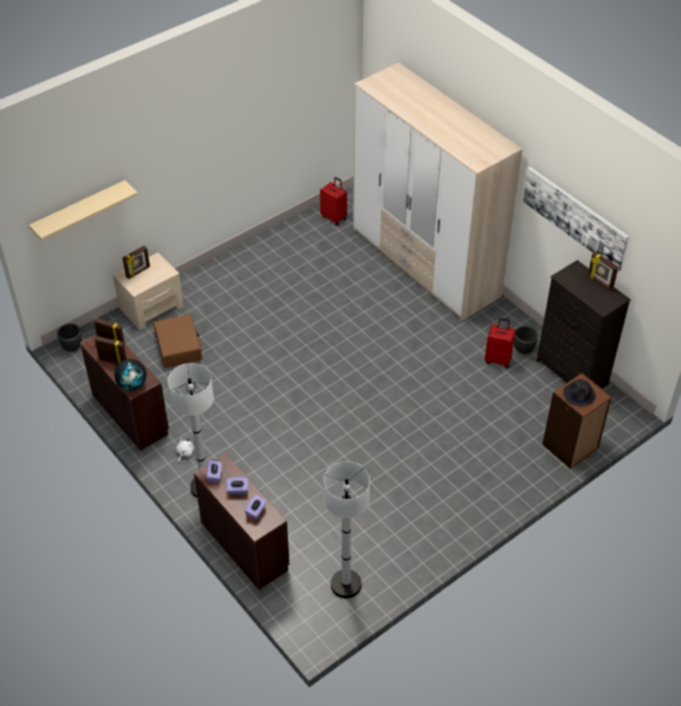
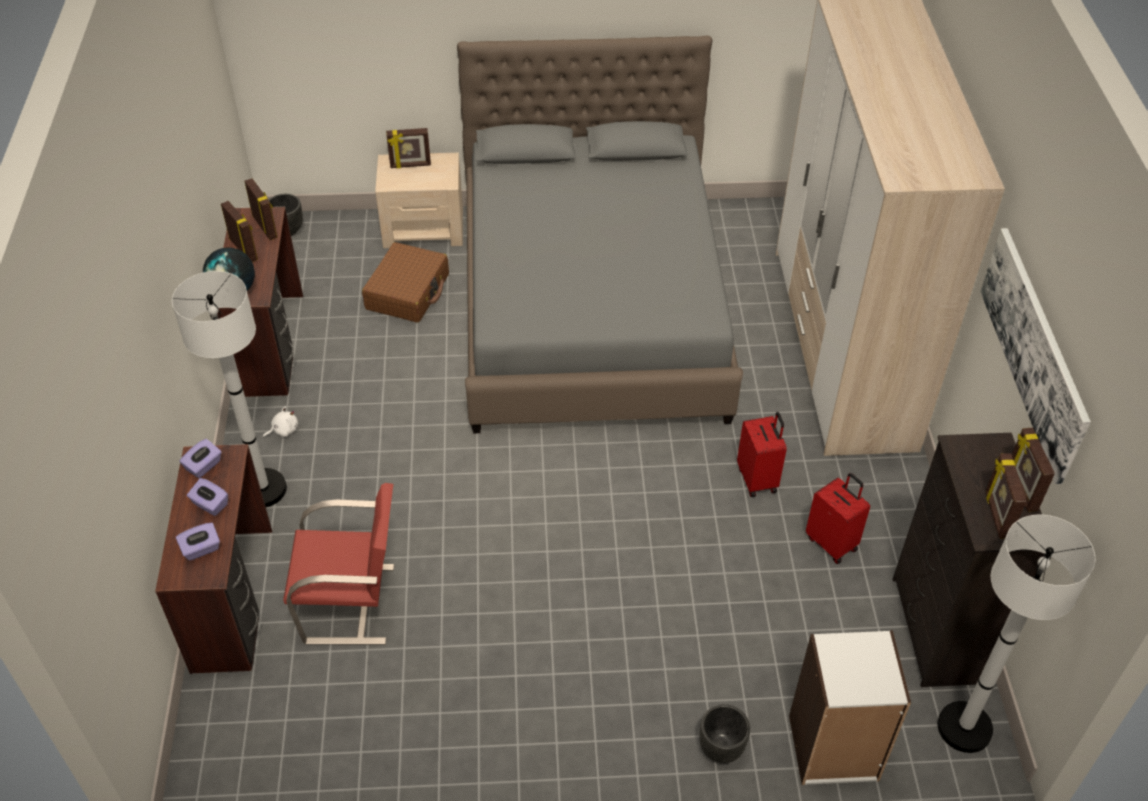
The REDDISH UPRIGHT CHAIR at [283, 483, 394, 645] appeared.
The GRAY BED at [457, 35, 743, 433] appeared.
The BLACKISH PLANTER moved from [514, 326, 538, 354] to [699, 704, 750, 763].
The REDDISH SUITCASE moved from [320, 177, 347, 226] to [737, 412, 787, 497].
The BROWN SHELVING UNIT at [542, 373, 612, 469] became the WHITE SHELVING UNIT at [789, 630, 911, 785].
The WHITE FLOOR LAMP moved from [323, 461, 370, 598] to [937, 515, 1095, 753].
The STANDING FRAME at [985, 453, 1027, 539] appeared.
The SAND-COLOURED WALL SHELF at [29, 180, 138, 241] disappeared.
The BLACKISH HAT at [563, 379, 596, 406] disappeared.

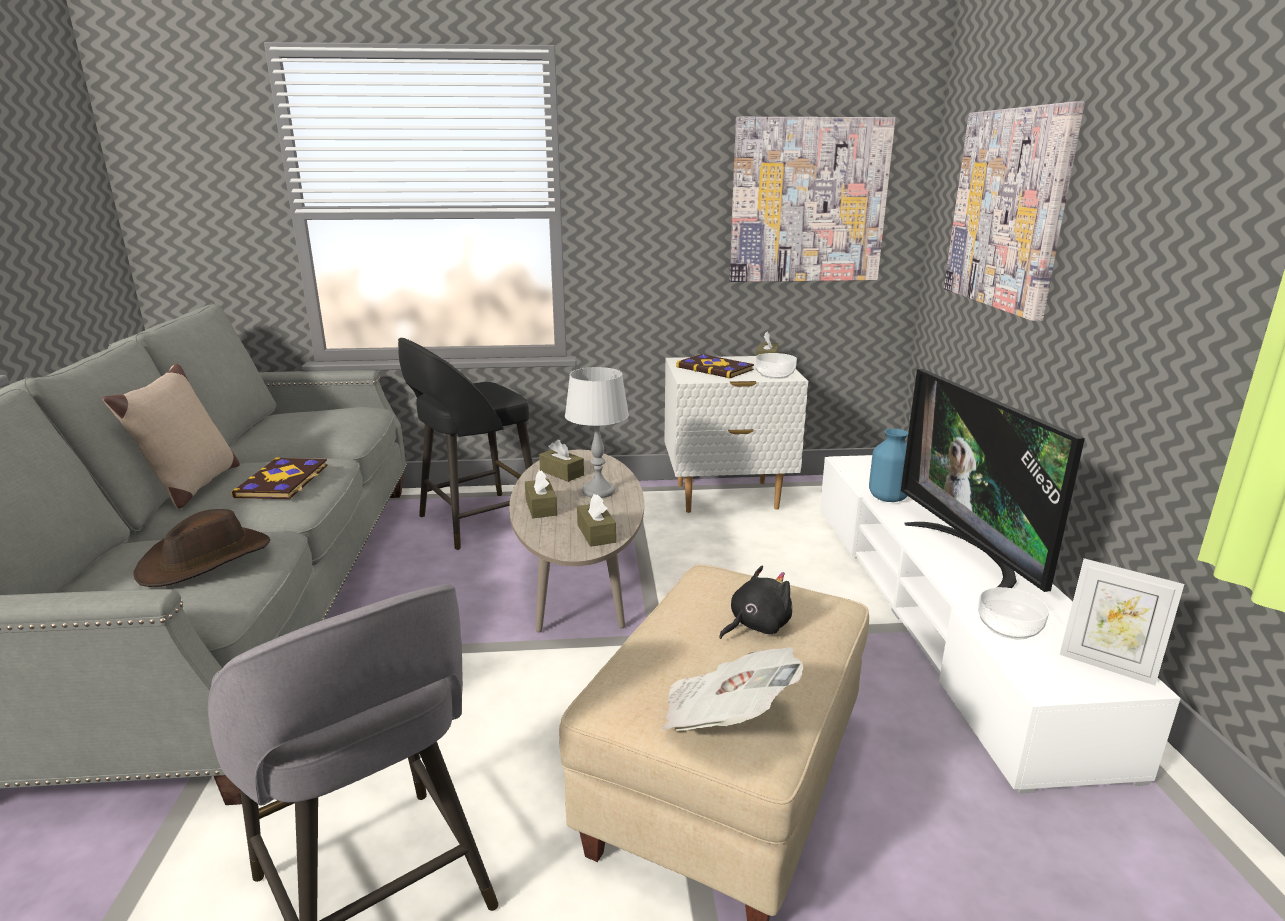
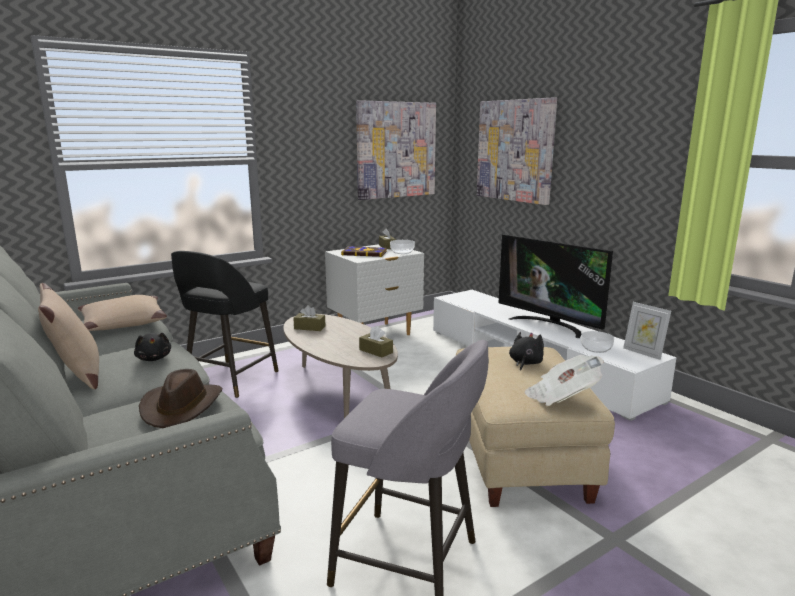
The SAND-COLOURED THROW PILLOW at [78, 295, 167, 331] appeared.
The VOLUME at [231, 457, 328, 499] was replaced by the BLACKISH CUDDLY TOY at [134, 333, 171, 361].
The STANDING FRAME at [1060, 558, 1184, 685] turned 45 degrees clockwise.
The BROWN TISSUE BOX at [525, 470, 557, 518] disappeared.
The GRAY TABLE LAMP at [565, 367, 629, 498] disappeared.
The BLUE DECORATIVE VASE at [869, 428, 908, 502] disappeared.

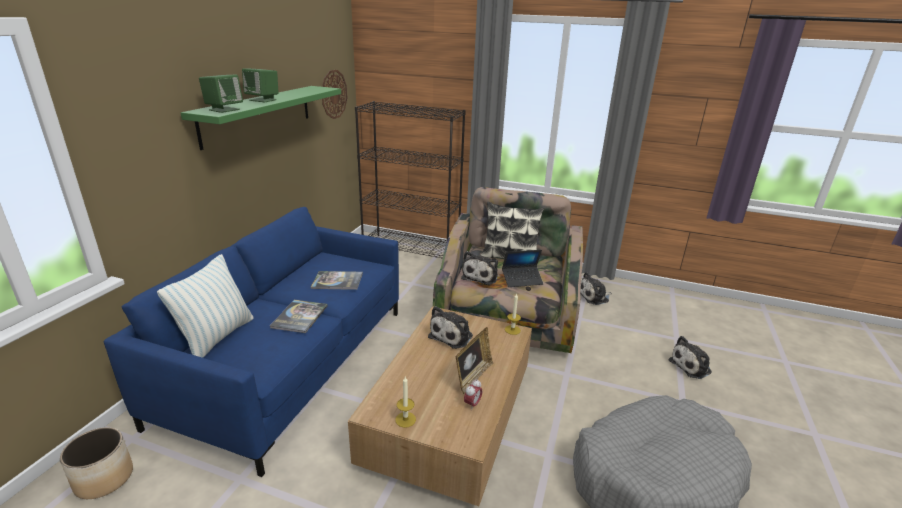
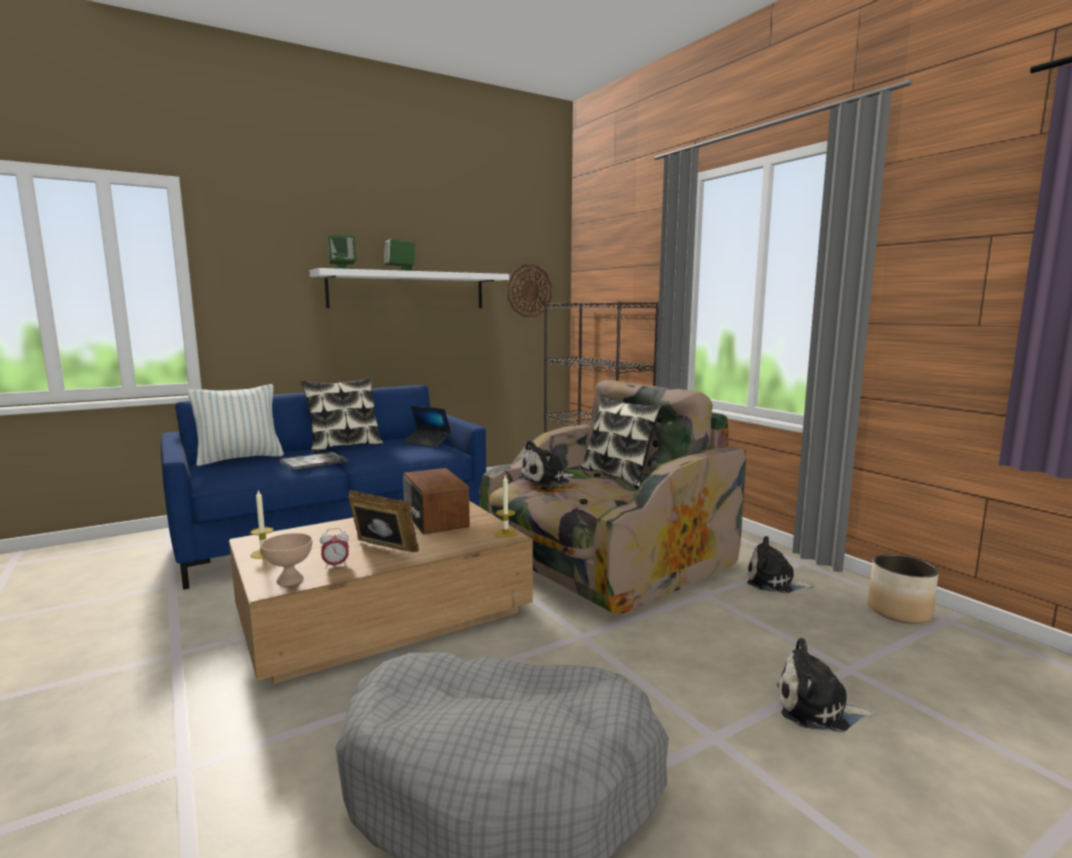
The SAND-COLOURED DEEP DISH at [261, 533, 312, 586] appeared.
The THROW PILLOW at [301, 376, 383, 453] appeared.
The GREEN-COLOURED WALL SHELF at [181, 86, 341, 150] became the WHITE WALL SHELF at [310, 268, 509, 308].
The STANDING FRAME at [456, 327, 494, 394] turned 135 degrees counterclockwise.
The LAPTOP moved from [502, 250, 544, 287] to [402, 406, 451, 447].
The CUDDLY TOY at [428, 306, 473, 349] was replaced by the RADIO RECEIVER at [403, 468, 470, 534].
The PLANTER moved from [60, 427, 133, 499] to [868, 554, 939, 624].
The VOLUME at [311, 271, 363, 290] disappeared.

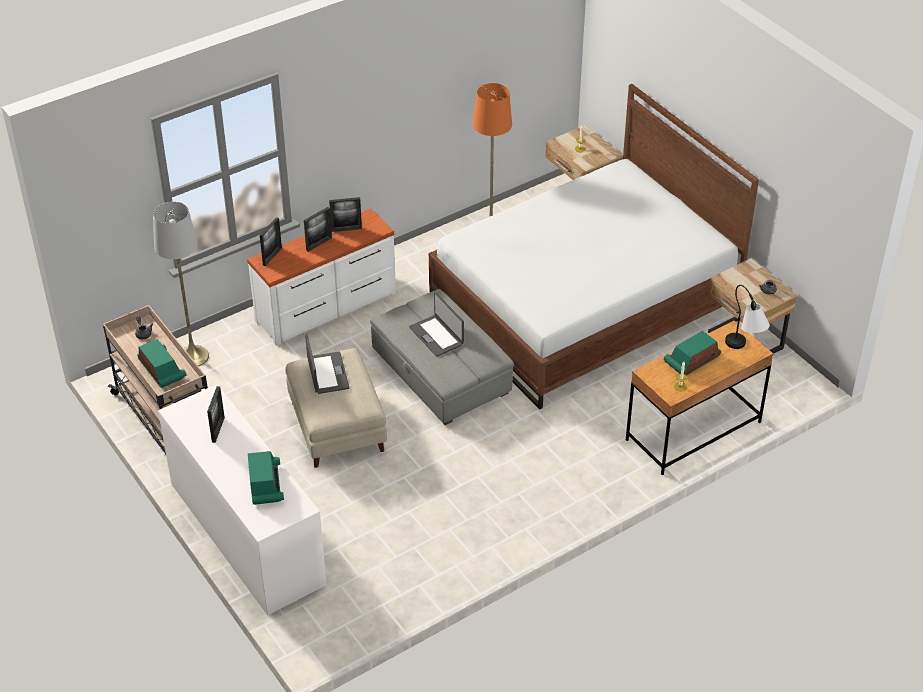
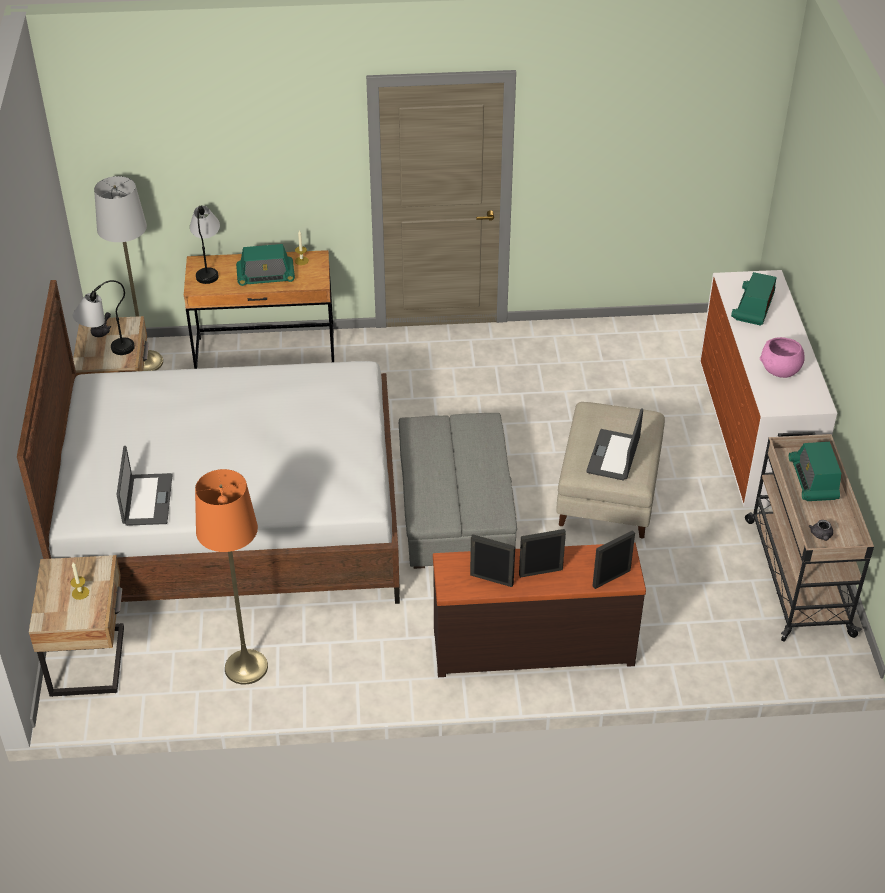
The TABLE LAMP at [73, 280, 135, 355] appeared.
The GRAY FLOOR LAMP moved from [153, 202, 209, 366] to [94, 176, 163, 371].
The LAPTOP moved from [409, 292, 464, 357] to [116, 446, 173, 526].
The WHITE CHEST OF DRAWERS at [247, 208, 396, 346] became the BROWN CHEST OF DRAWERS at [433, 543, 646, 677].
The STANDING FRAME at [207, 386, 225, 443] was replaced by the PINK DEEP DISH at [760, 337, 805, 378].

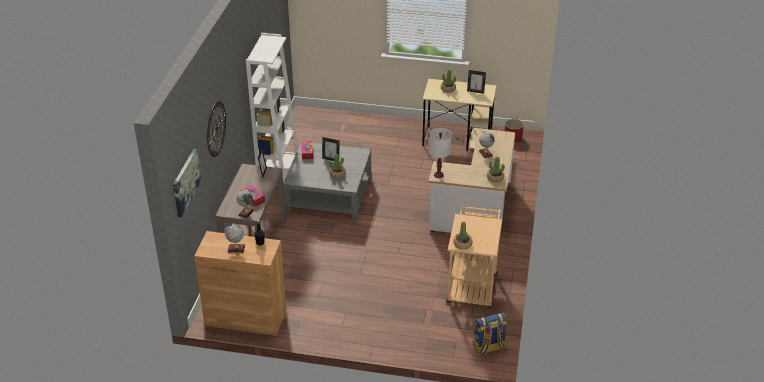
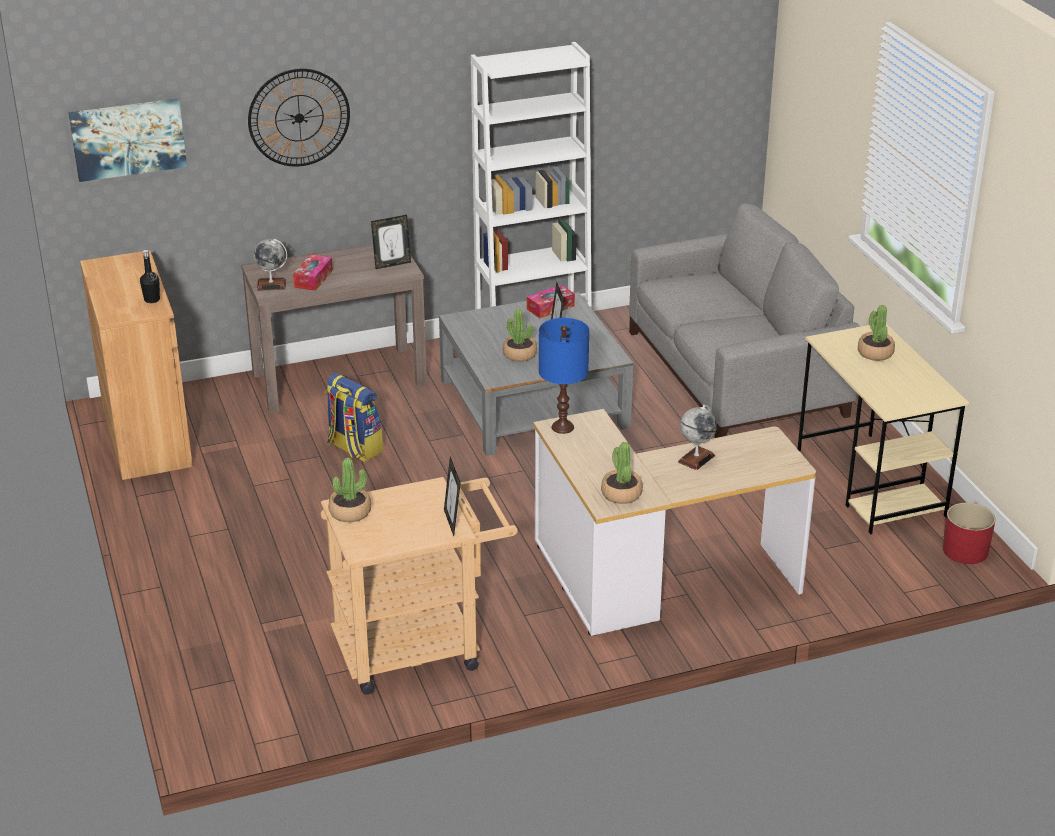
The BACKPACK moved from [473, 313, 507, 355] to [325, 373, 383, 462].
The STANDING FRAME moved from [467, 70, 486, 94] to [444, 457, 460, 536].
The WHITE TABLE LAMP at [429, 128, 452, 178] became the BLUE TABLE LAMP at [539, 318, 589, 434].
The GRAY SETTEE at [629, 203, 860, 438] appeared.
The DESK GLOBE at [224, 225, 245, 253] disappeared.

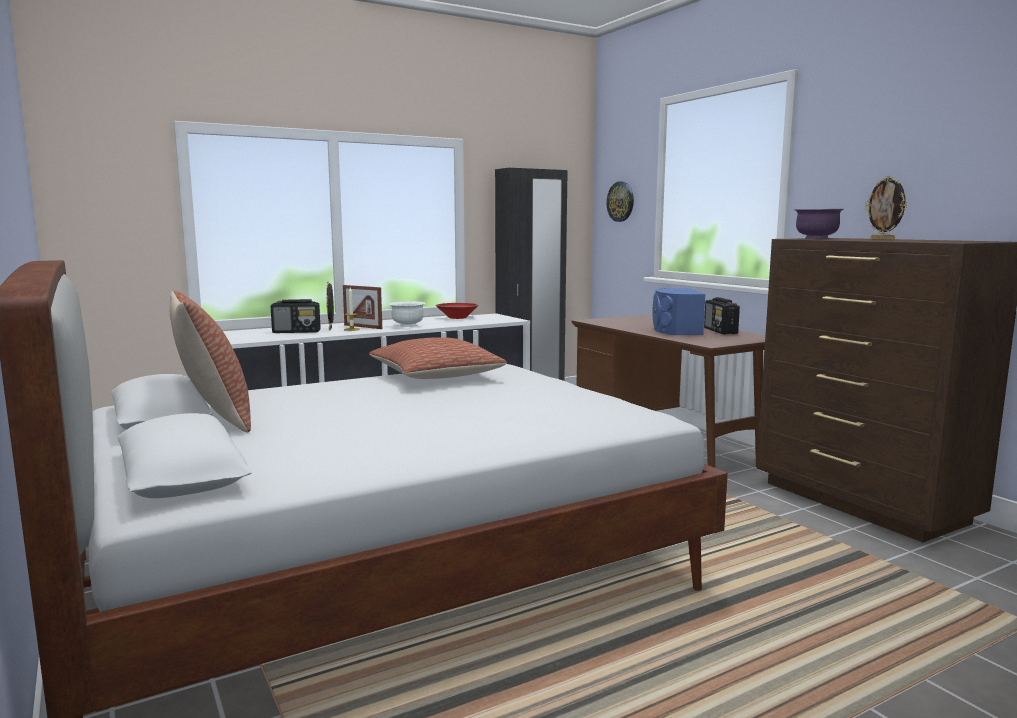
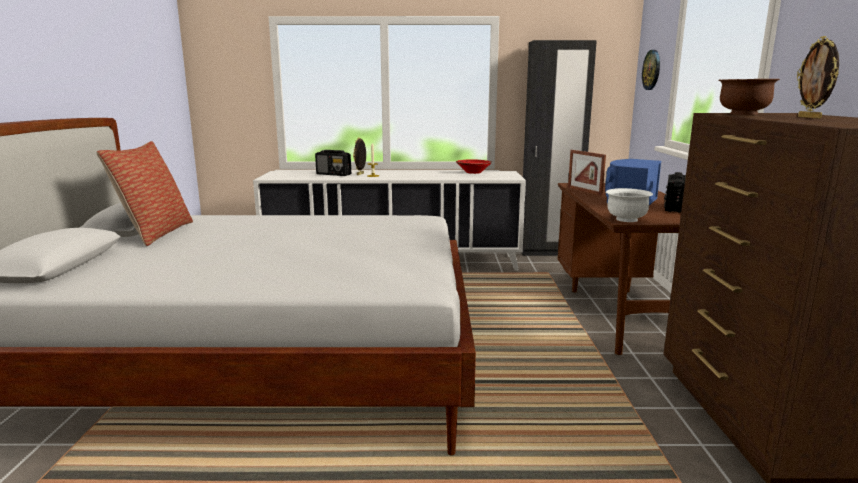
The STANDING FRAME moved from [343, 285, 382, 329] to [568, 150, 606, 195].
The WHITE DEEP DISH moved from [389, 301, 426, 327] to [606, 188, 653, 222].
The PURPLE DEEP DISH at [795, 209, 844, 239] became the BROWN DEEP DISH at [719, 79, 780, 115].
The THROW PILLOW at [369, 337, 507, 379] disappeared.

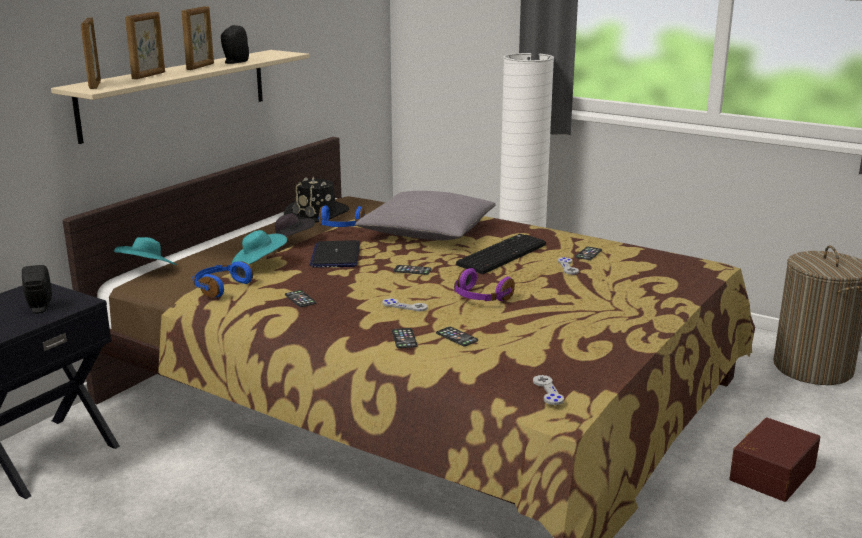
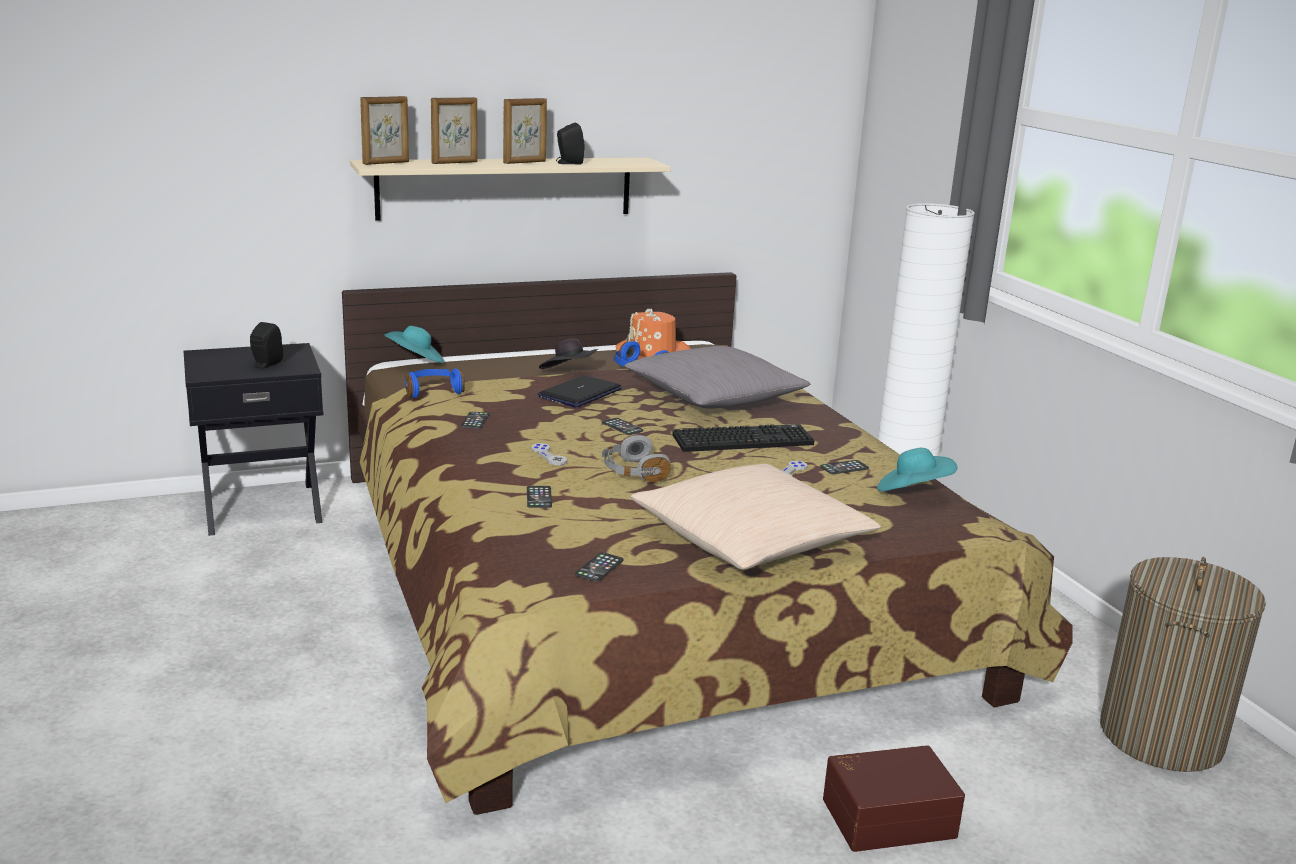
The STANDING FRAME at [81, 18, 101, 89] turned 150 degrees counterclockwise.
The TELEPHONE moved from [392, 328, 418, 348] to [575, 552, 624, 582].
The PURPLE HEADPHONES at [454, 268, 515, 301] became the GRAY HEADPHONES at [602, 435, 671, 482].
The BLACKISH HAT at [284, 177, 349, 223] became the ORANGE HAT at [616, 308, 690, 360].
The SAND-COLOURED THROW PILLOW at [630, 464, 881, 570] appeared.
The BLUE-GREEN HAT moved from [232, 230, 287, 265] to [877, 448, 958, 491].
The GRAY JOYPAD at [533, 375, 564, 405] disappeared.

